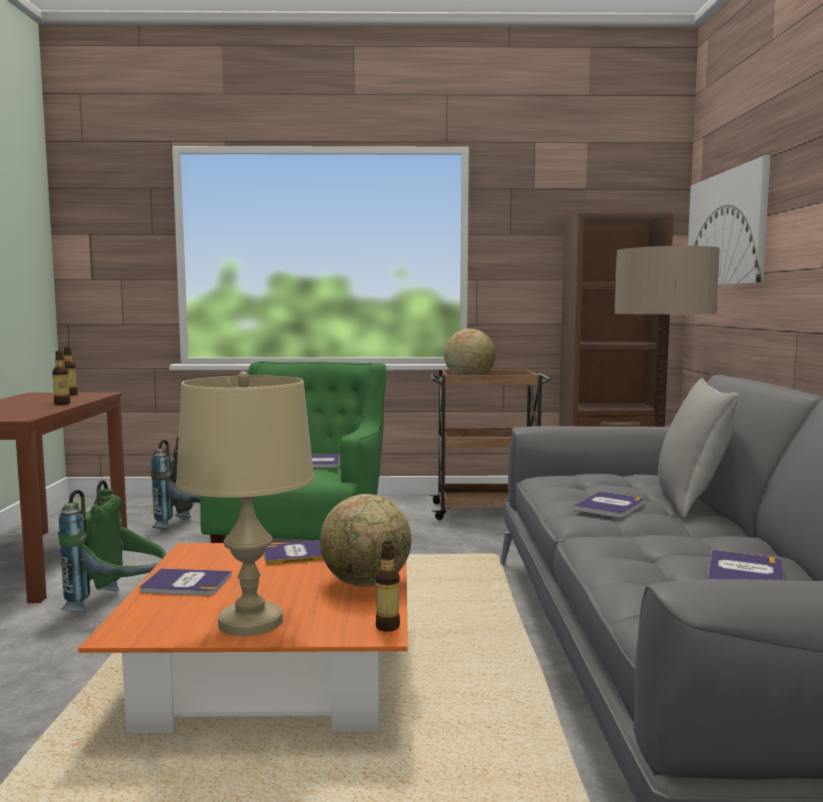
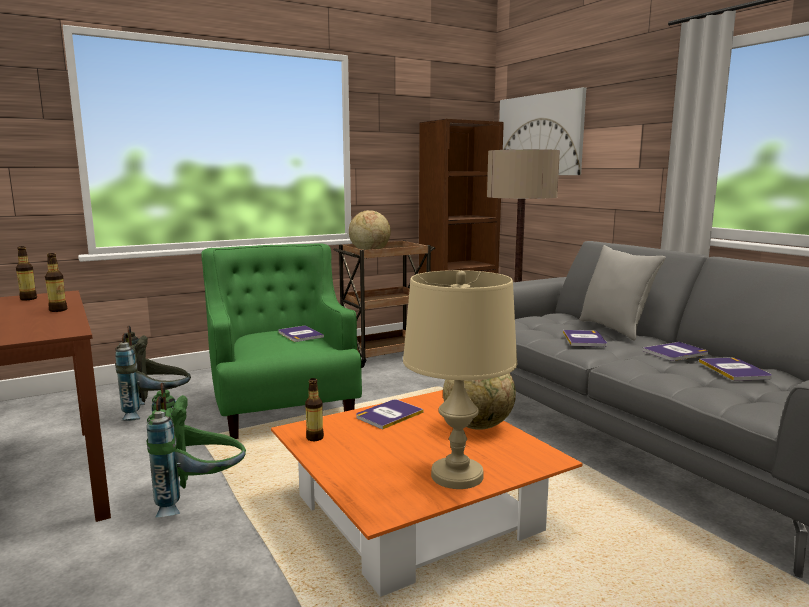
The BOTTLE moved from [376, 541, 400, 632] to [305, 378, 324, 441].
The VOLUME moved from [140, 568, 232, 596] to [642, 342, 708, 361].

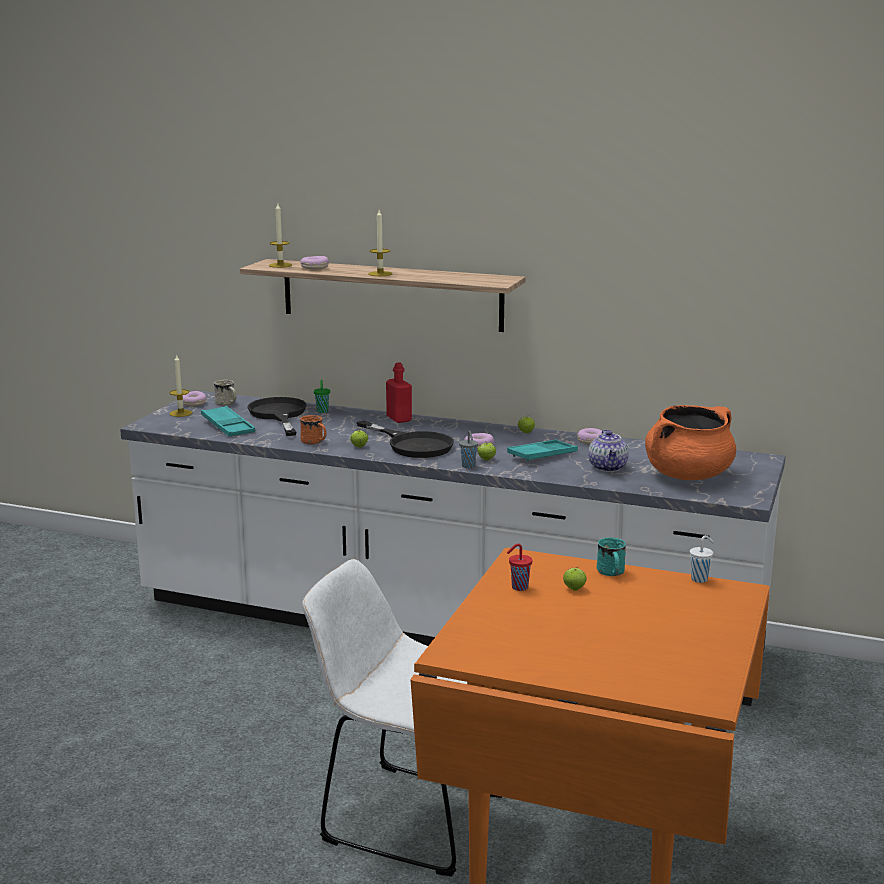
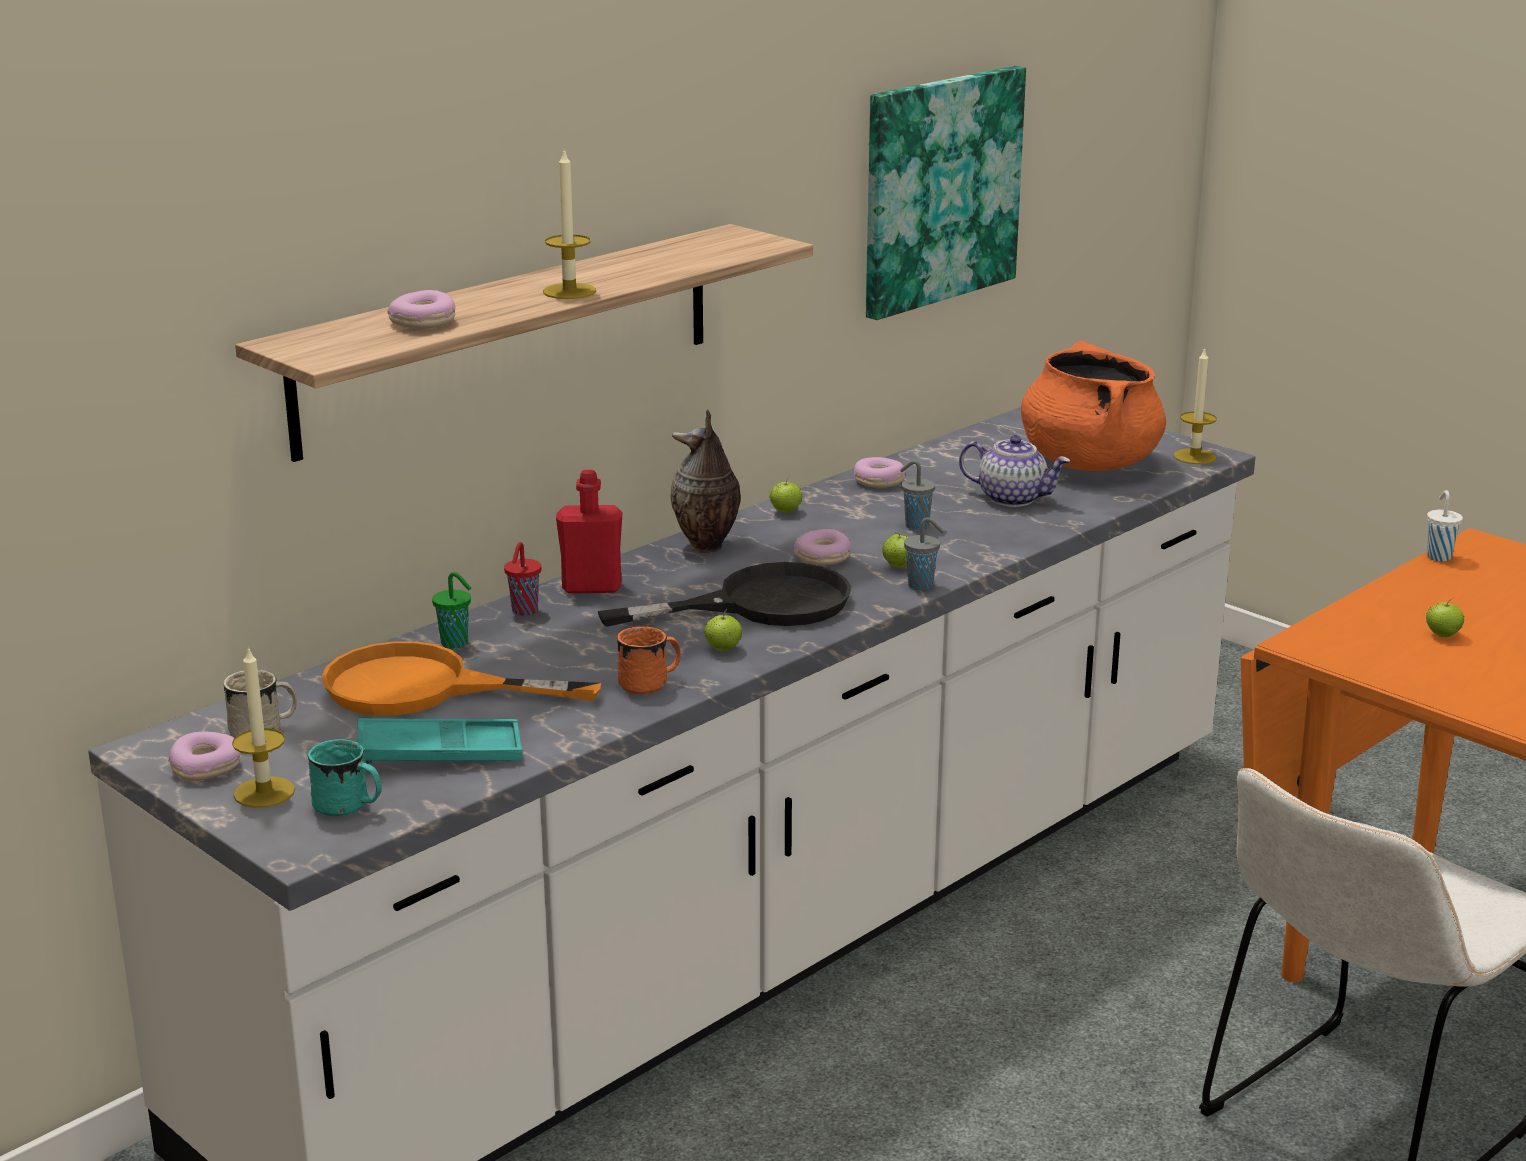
The BLUE-GREEN MUG moved from [596, 538, 626, 576] to [308, 739, 382, 817].
The BLACKISH SKILLET at [248, 397, 306, 436] became the ORANGE SKILLET at [322, 641, 601, 715].
The REDDISH SMALL CUP moved from [507, 544, 532, 591] to [504, 542, 541, 615].
The DECORATIVE VASE at [670, 410, 741, 553] appeared.
The WALL PICTURE at [866, 66, 1026, 320] appeared.
The BLUE-GREEN CARRYING TRAY at [507, 439, 578, 462] was replaced by the GRAY SMALL CUP at [900, 460, 935, 530].
The CANDLE moved from [269, 204, 292, 268] to [1174, 348, 1217, 464].

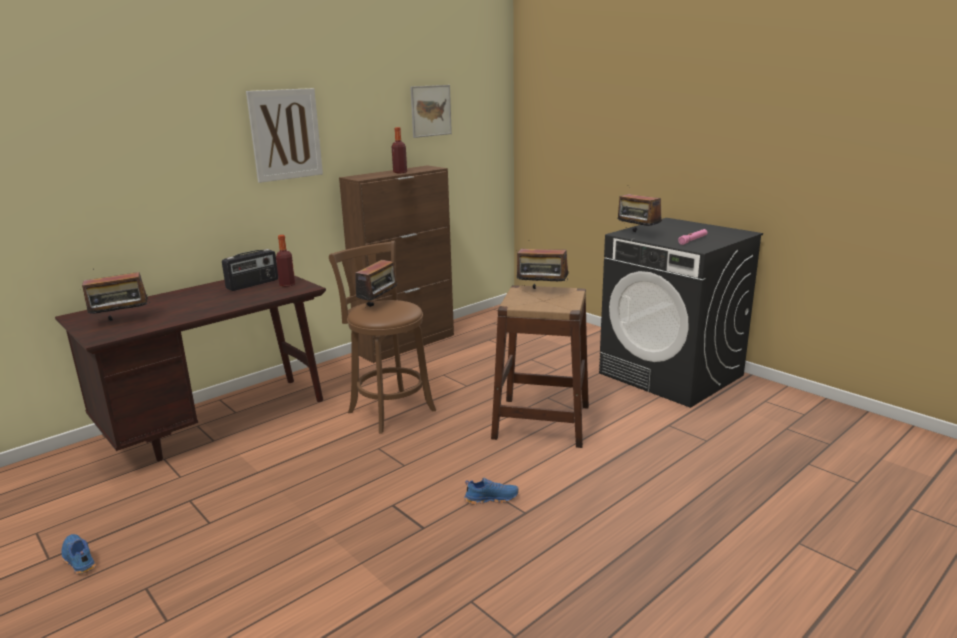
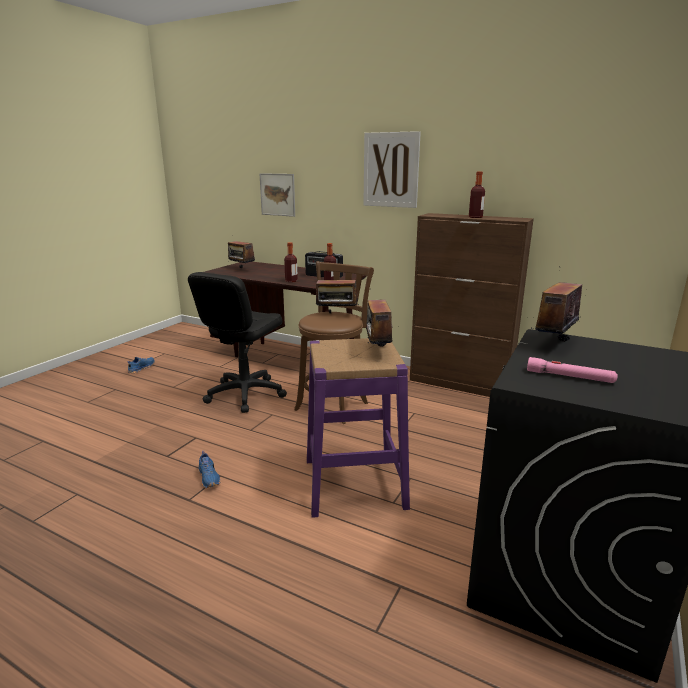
The BLACKISH COMPUTER CHAIR at [188, 272, 287, 413] appeared.
The WALL PICTURE moved from [410, 85, 452, 138] to [260, 173, 295, 217].
The BOTTLE at [284, 242, 298, 282] appeared.
The BROWN STOOL at [491, 285, 589, 448] became the PURPLE STOOL at [307, 338, 410, 518].

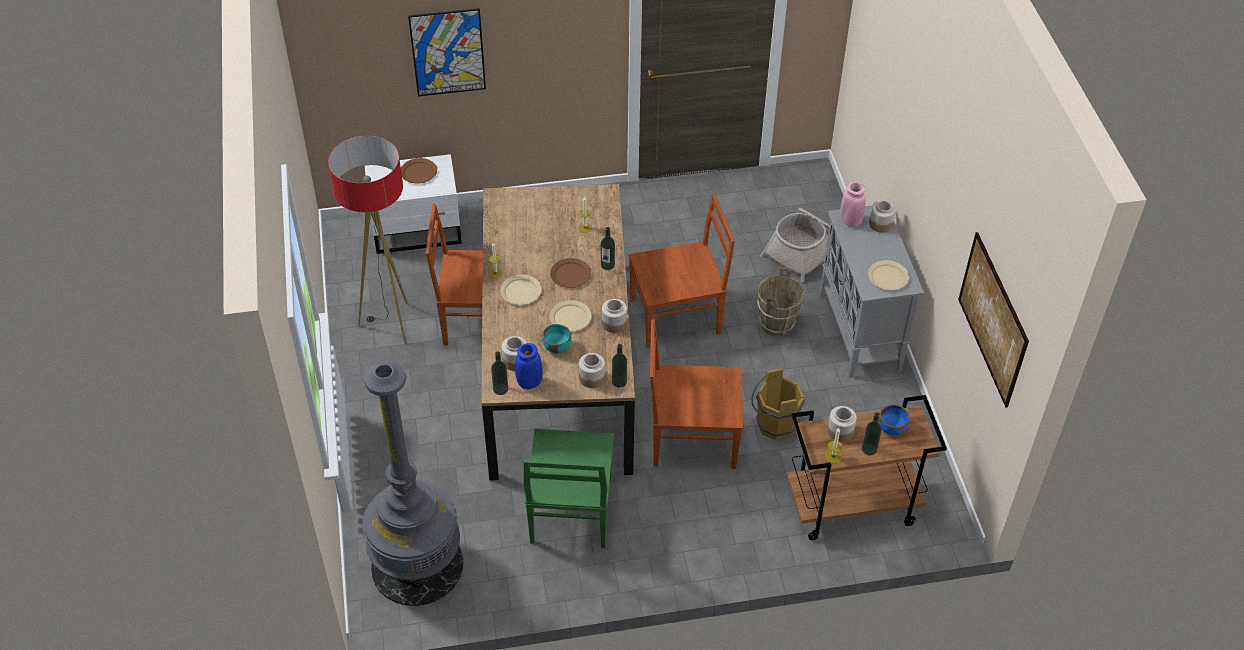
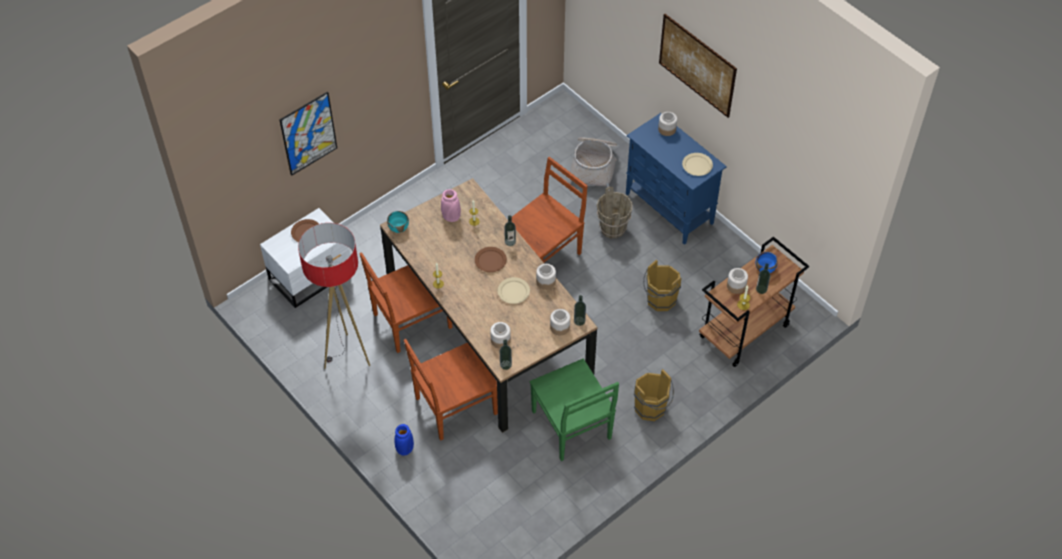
The BLUE-GREEN DEEP DISH moved from [542, 324, 572, 354] to [387, 211, 409, 233].
The BLUE DECORATIVE VASE moved from [515, 343, 543, 389] to [395, 424, 414, 456].
The BROWN UPRIGHT CHAIR moved from [650, 319, 743, 469] to [404, 339, 498, 441].
The PINK DECORATIVE VASE moved from [840, 182, 866, 227] to [441, 189, 461, 222].
The GRAY CABINET at [819, 206, 924, 378] became the BLUE CABINET at [626, 113, 727, 245].
The BROWN PAIL at [634, 369, 674, 421] appeared.
The WALL PICTURE moved from [958, 232, 1029, 408] to [659, 14, 737, 118].
The GRAY FLOOR LAMP at [362, 361, 464, 606] disappeared.
The SAND-COLOURED PLATE at [500, 275, 542, 305] disappeared.

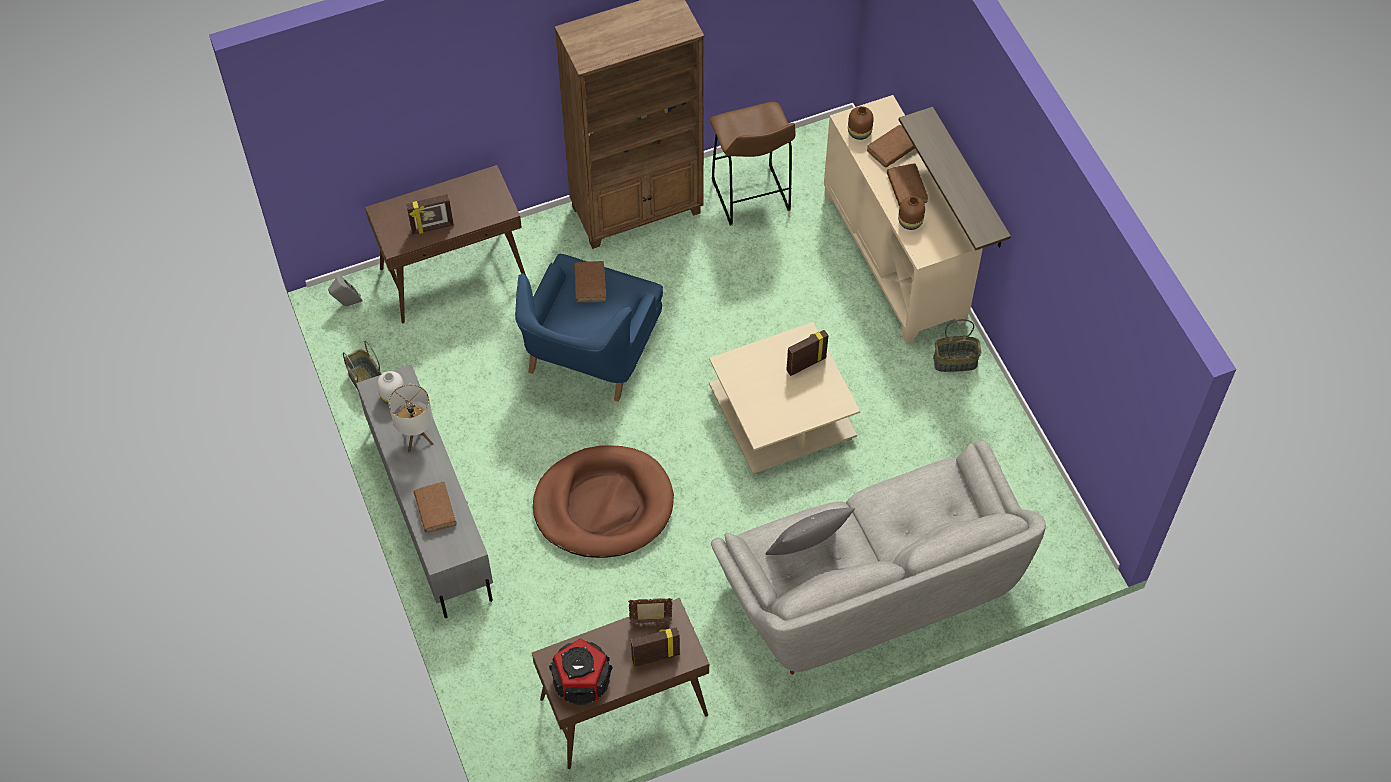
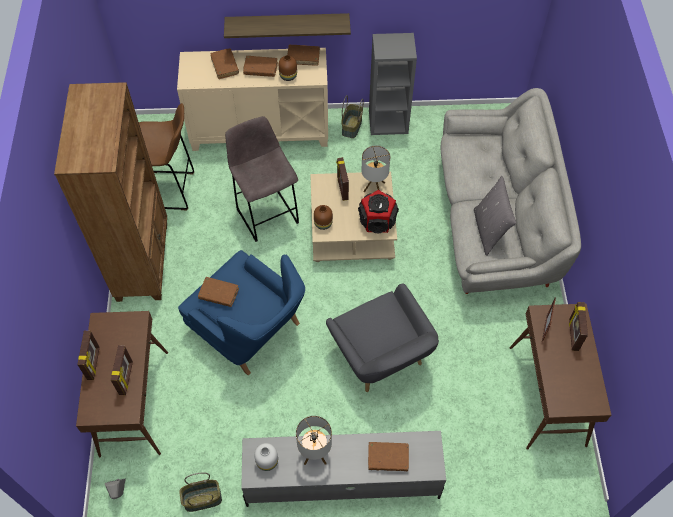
The STANDING FRAME at [77, 331, 100, 380] appeared.
The GRAY STOOL at [225, 116, 299, 242] appeared.
The BROWN VOLUME at [287, 45, 320, 66] appeared.
The BROWN DECORATIVE VASE moved from [848, 106, 874, 140] to [314, 205, 333, 230].
The BROWN PET BED at [533, 446, 674, 558] was replaced by the GRAY LOUNGE CHAIR at [326, 283, 439, 392].
The AUDIO SPEAKER moved from [549, 638, 612, 705] to [358, 190, 399, 233].
The TABLE LAMP at [361, 145, 390, 192] appeared.
The GRAY SHELVING UNIT at [369, 33, 417, 135] appeared.

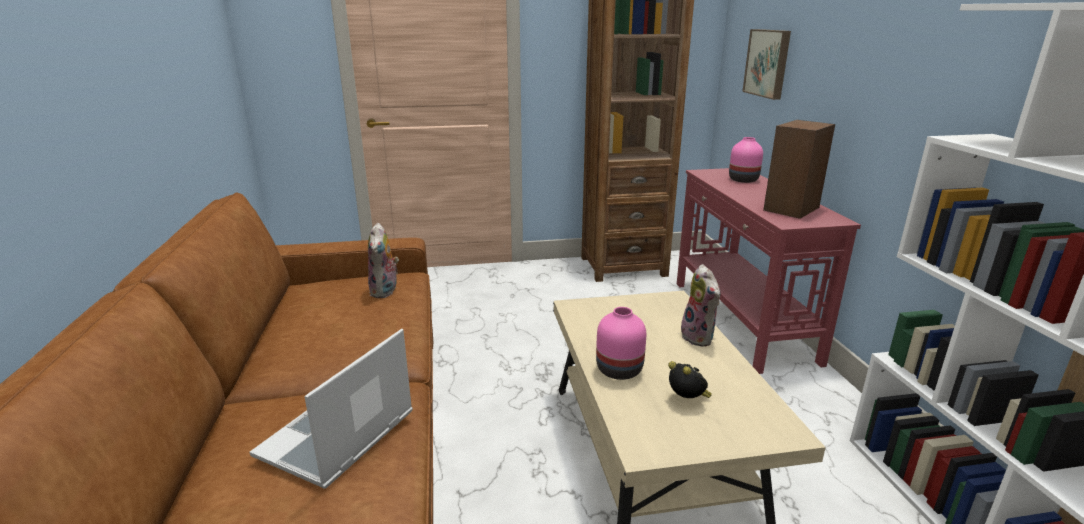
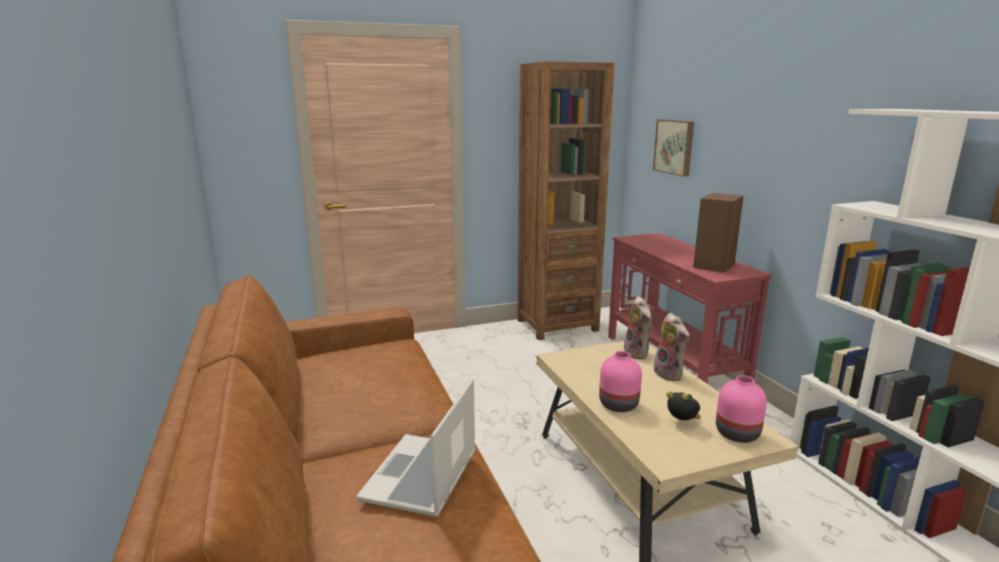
The CUDDLY TOY moved from [368, 223, 399, 298] to [624, 296, 653, 359].
The PINK DECORATIVE VASE moved from [729, 137, 763, 183] to [716, 375, 767, 443].

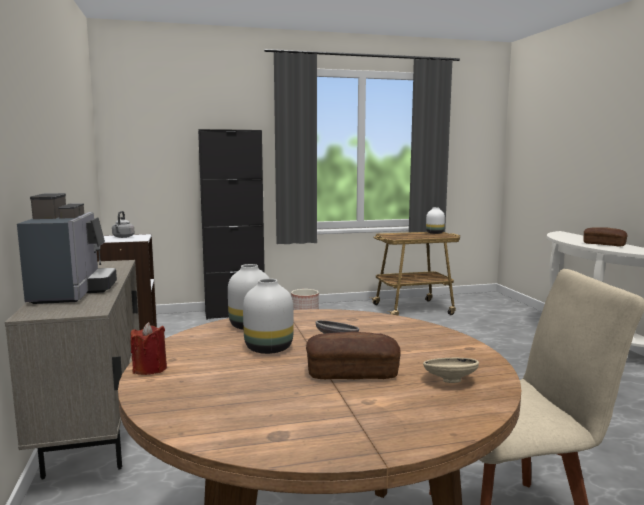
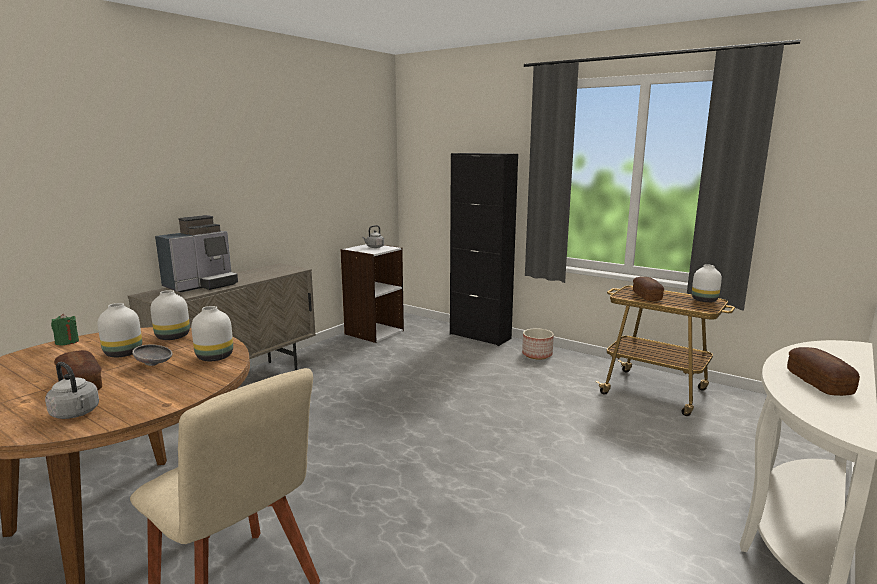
The SAND-COLOURED DEEP DISH at [423, 358, 479, 383] was replaced by the GRAY WATER KETTLE at [45, 362, 99, 419].
The REDDISH CANDLE at [131, 322, 167, 375] became the GREEN-COLOURED CANDLE at [51, 314, 79, 346].
The WHITE DECORATIVE VASE at [191, 306, 233, 361] appeared.
The BAKED BREAD at [633, 277, 664, 301] appeared.

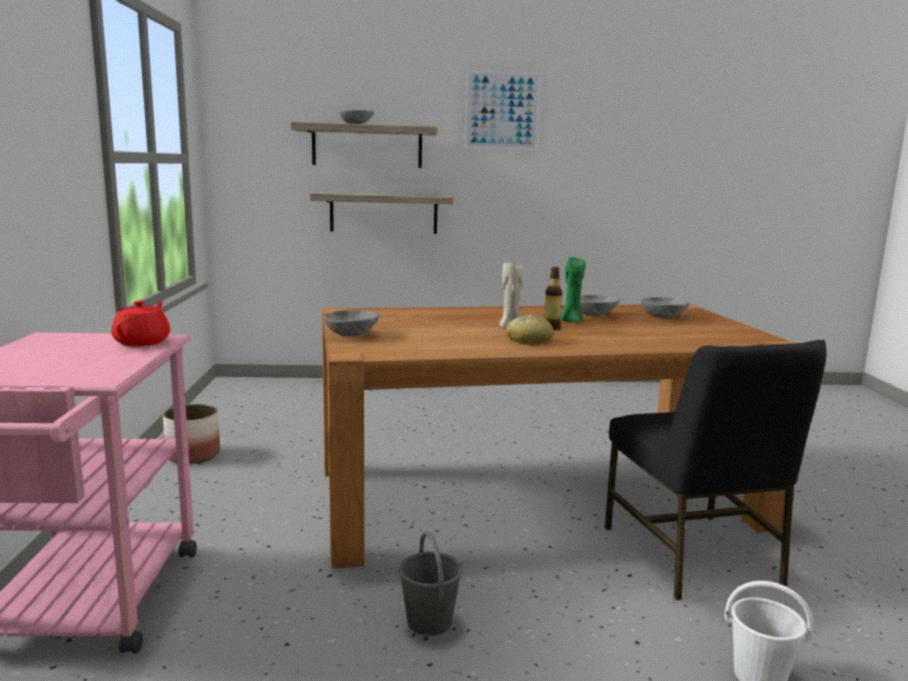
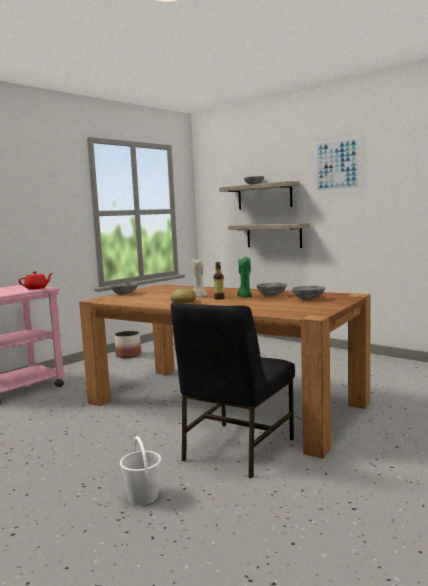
The GRAY PAIL at [399, 531, 462, 636] disappeared.

